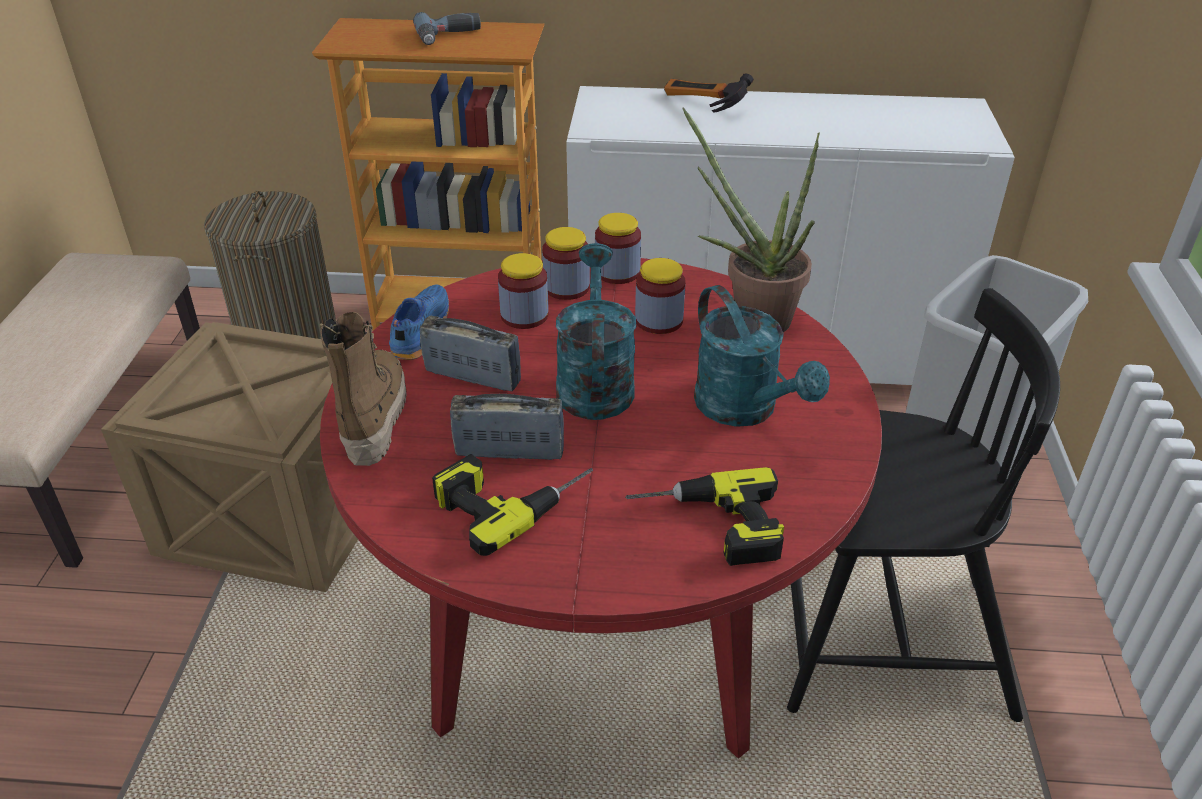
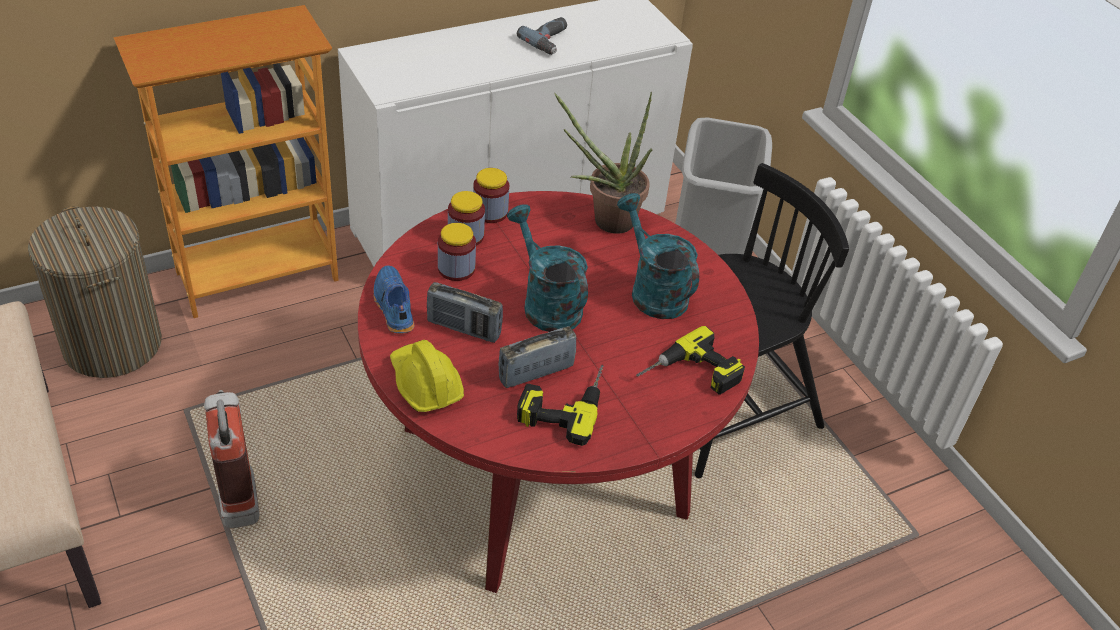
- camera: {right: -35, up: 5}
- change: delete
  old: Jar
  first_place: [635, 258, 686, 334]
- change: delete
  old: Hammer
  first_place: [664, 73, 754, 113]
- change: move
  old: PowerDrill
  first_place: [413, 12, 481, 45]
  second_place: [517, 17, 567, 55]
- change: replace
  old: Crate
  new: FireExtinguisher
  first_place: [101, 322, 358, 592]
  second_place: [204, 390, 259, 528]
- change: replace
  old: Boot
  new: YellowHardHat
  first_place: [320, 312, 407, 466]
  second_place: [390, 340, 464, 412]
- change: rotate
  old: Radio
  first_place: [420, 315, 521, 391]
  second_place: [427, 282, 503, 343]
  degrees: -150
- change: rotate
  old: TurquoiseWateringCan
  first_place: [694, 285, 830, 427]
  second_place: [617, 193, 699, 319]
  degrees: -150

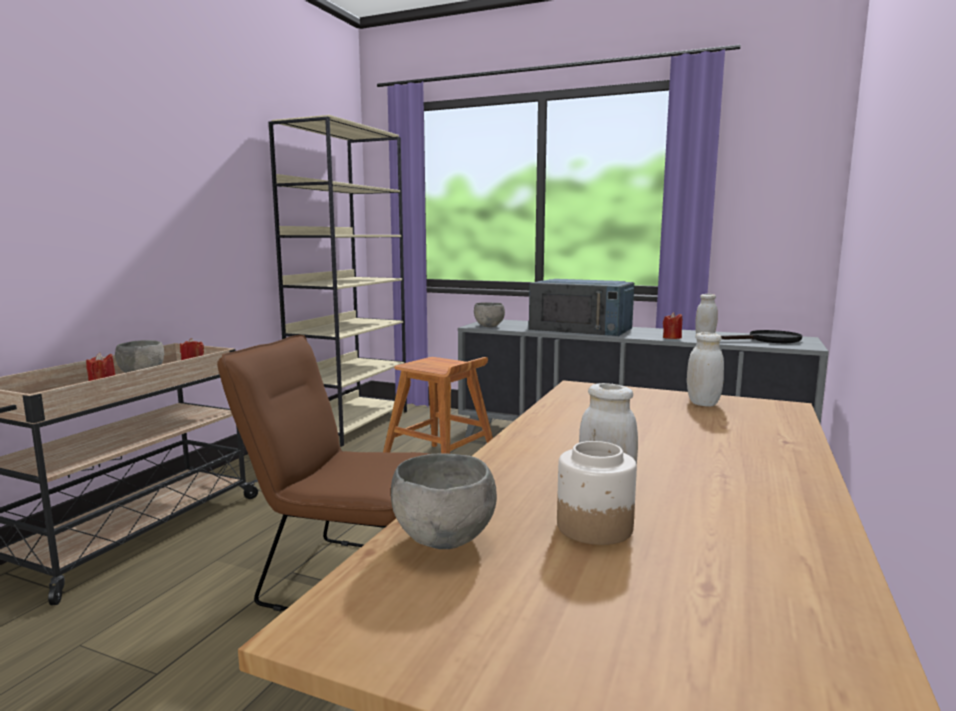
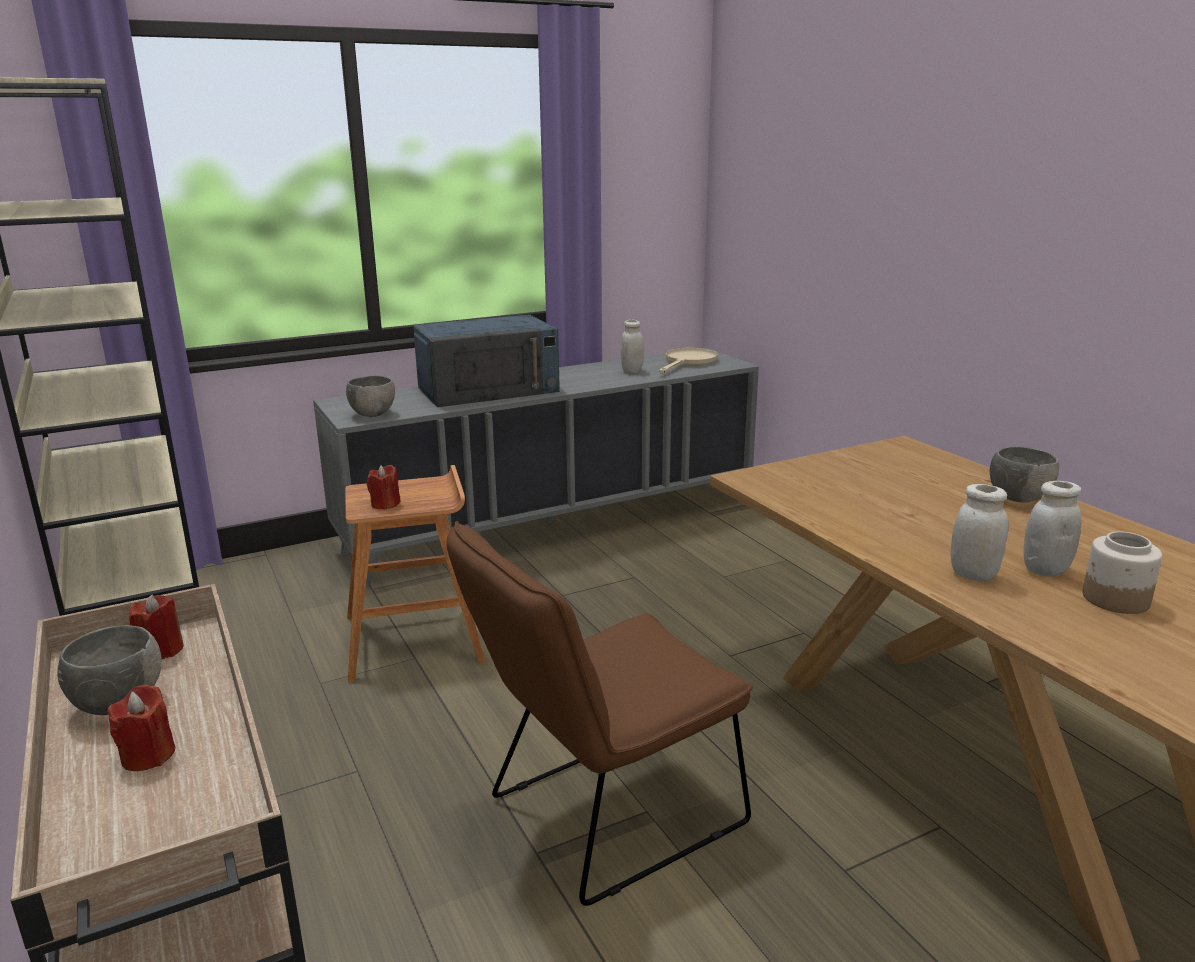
- camera: {right: -50, up: 10}
- change: move
  old: GreyBowl
  first_place: [391, 453, 497, 549]
  second_place: [990, 446, 1059, 503]
- change: move
  old: RedCandle
  first_place: [663, 312, 682, 339]
  second_place: [367, 465, 401, 510]
- change: move
  old: WhiteJar
  first_place: [687, 332, 724, 406]
  second_place: [950, 484, 1009, 582]
- change: recolor
  old: BlackFryingPan
  new: BeigeFryingPan
  first_place: [721, 330, 802, 343]
  second_place: [659, 348, 718, 374]

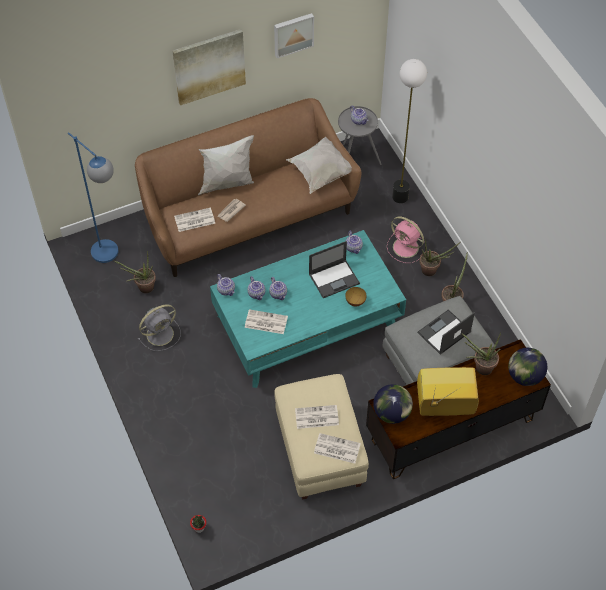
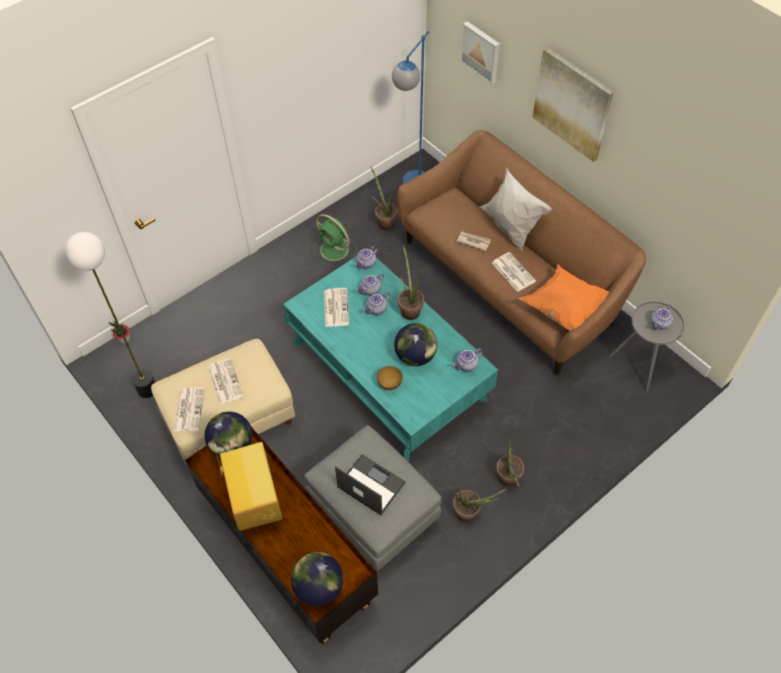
- camera: {right: 75, up: 0}
- change: delete
  old: PinkFan
  first_place: [387, 216, 425, 263]
- change: move
  old: Newspaper
  first_place: [174, 207, 215, 232]
  second_place: [492, 252, 536, 292]
- change: move
  old: Picture
  first_place: [274, 13, 314, 58]
  second_place: [460, 21, 500, 84]
- change: move
  old: FloorLamp
  first_place: [392, 59, 427, 203]
  second_place: [65, 232, 156, 398]
- change: move
  old: PottedPlant
  first_place: [461, 332, 501, 375]
  second_place: [398, 245, 424, 320]
- change: replace
  old: Laptop
  new: Globe
  first_place: [309, 241, 360, 298]
  second_place: [394, 323, 437, 366]
- change: recolor
  old: GreyFan
  new: GreenFan
  first_place: [138, 304, 181, 351]
  second_place: [314, 214, 357, 267]
- change: recolor
  old: WhitePillow
  new: OrangePillow
  first_place: [286, 137, 352, 194]
  second_place: [518, 265, 609, 331]

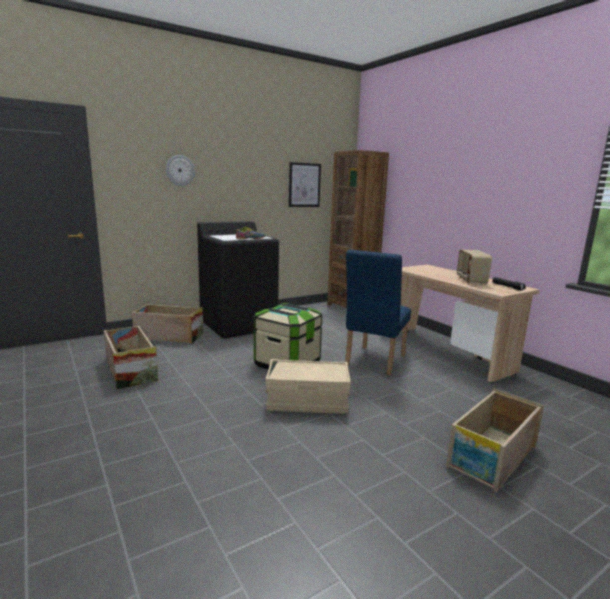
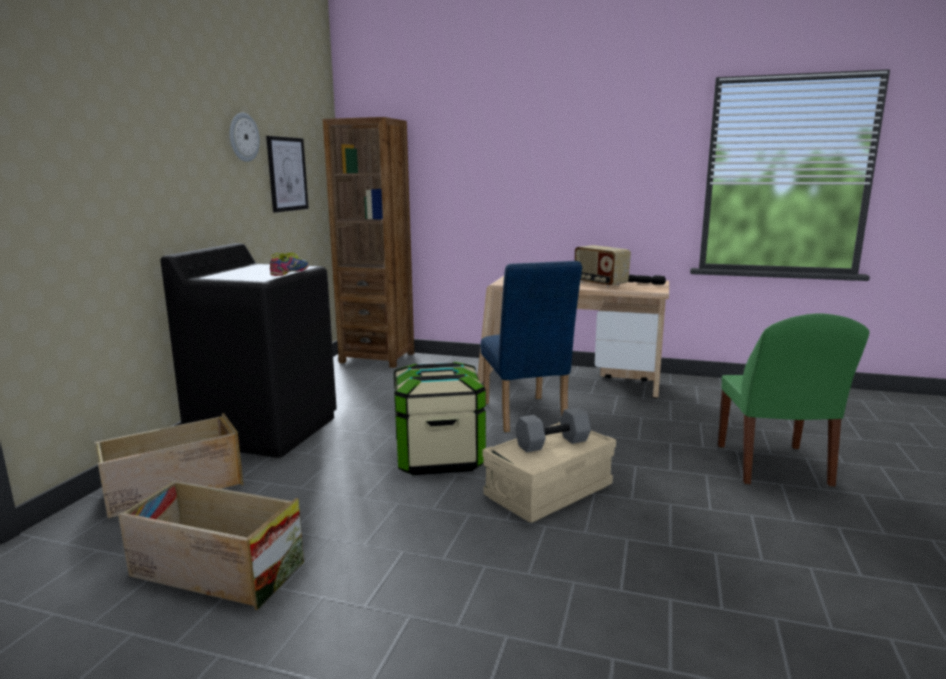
- camera: {right: -40, up: 0}
- change: insert
  new: GreyDumbbell
  second_place: [515, 407, 591, 453]
- change: move
  old: WallClock
  first_place: [166, 155, 195, 186]
  second_place: [230, 113, 260, 162]
- change: replace
  old: Crate
  new: GreenChair
  first_place: [446, 388, 544, 493]
  second_place: [718, 313, 869, 486]

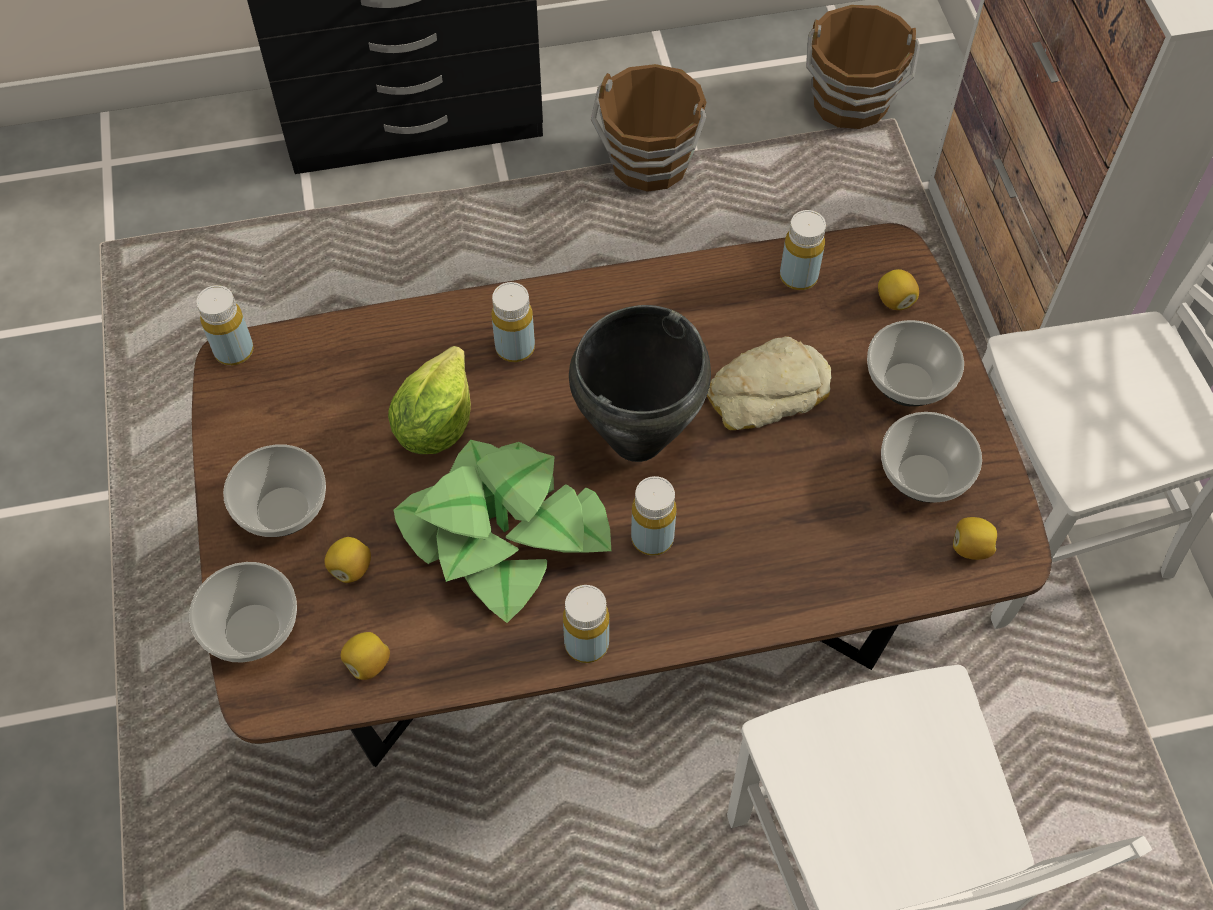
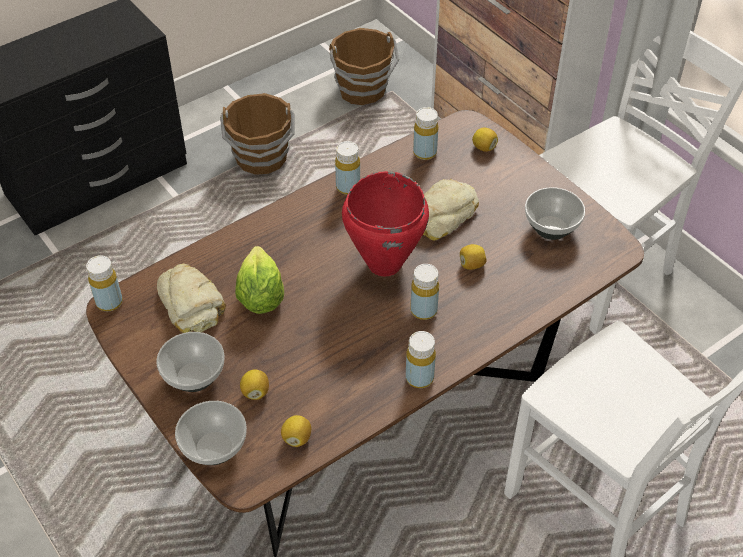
- camera: {right: -25, up: -10}
- change: delete
  old: PottedPlant
  first_place: [394, 440, 611, 623]
- change: delete
  old: Bowl
  first_place: [867, 320, 964, 406]
- change: insert
  new: Bread
  second_place: [157, 264, 226, 333]
- change: move
  old: YellowBottle
  first_place: [492, 282, 535, 362]
  second_place: [335, 141, 360, 195]
- change: move
  old: Lemon
  first_place: [953, 517, 997, 560]
  second_place: [460, 244, 487, 270]
- change: recolor
  old: BlackCookingPot
  new: RedCookingPot
  first_place: [569, 305, 711, 462]
  second_place: [342, 171, 429, 276]

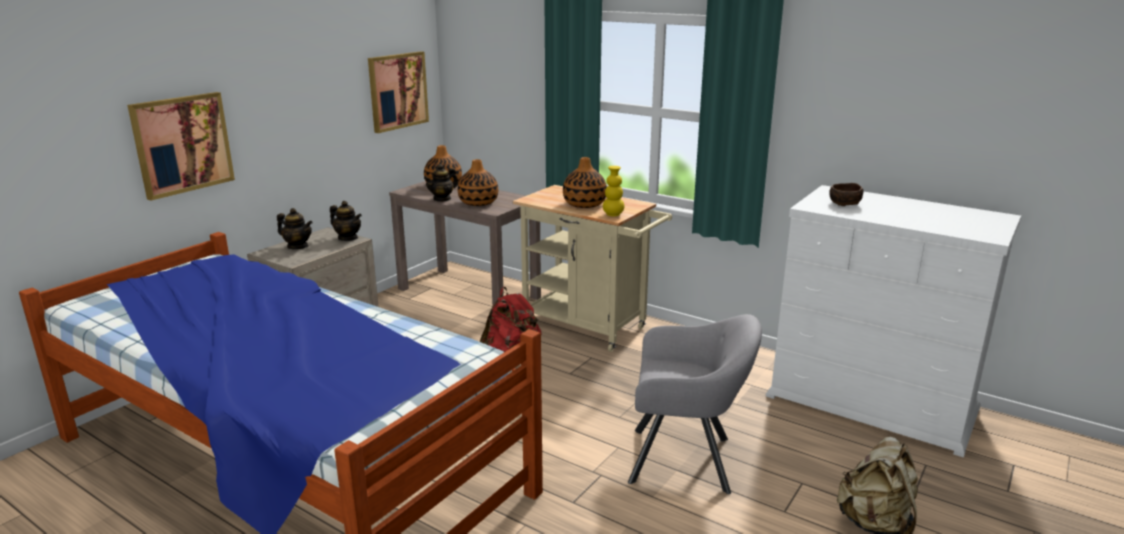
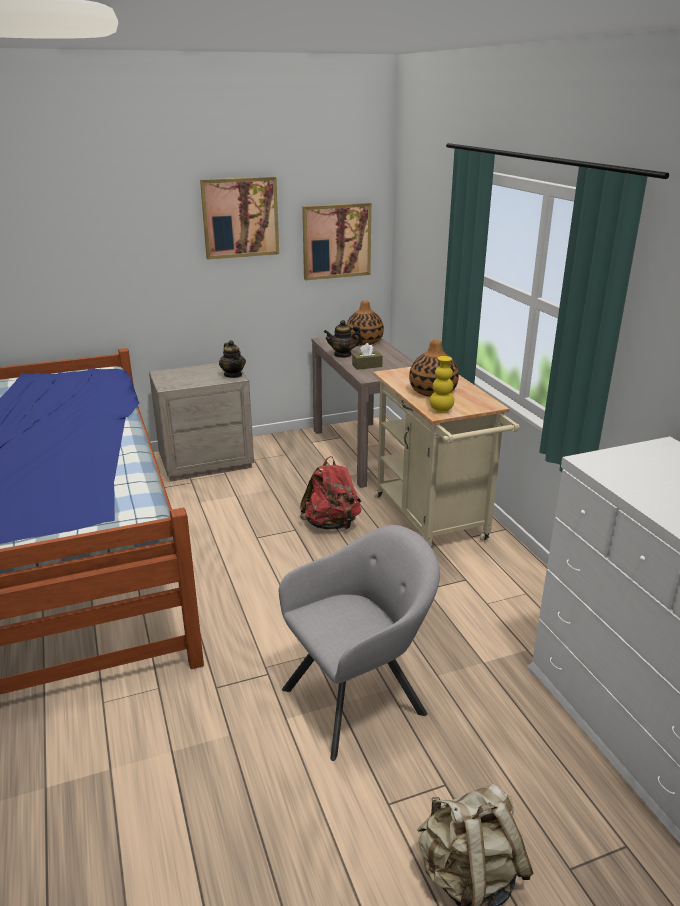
- camera: {right: 35, up: 5}
- change: delete
  old: Teapot
  first_place: [277, 208, 313, 249]
- change: delete
  old: BrownBowl
  first_place: [829, 183, 863, 206]
- change: move
  old: Picture
  first_place: [127, 92, 235, 201]
  second_place: [200, 177, 279, 260]
- change: replace
  old: Vase
  new: BrownTissueBox
  first_place: [458, 159, 498, 206]
  second_place: [352, 343, 383, 370]
- change: rotate
  old: GreyArmchair
  first_place: [628, 314, 762, 494]
  second_place: [279, 525, 440, 761]
  degrees: -75

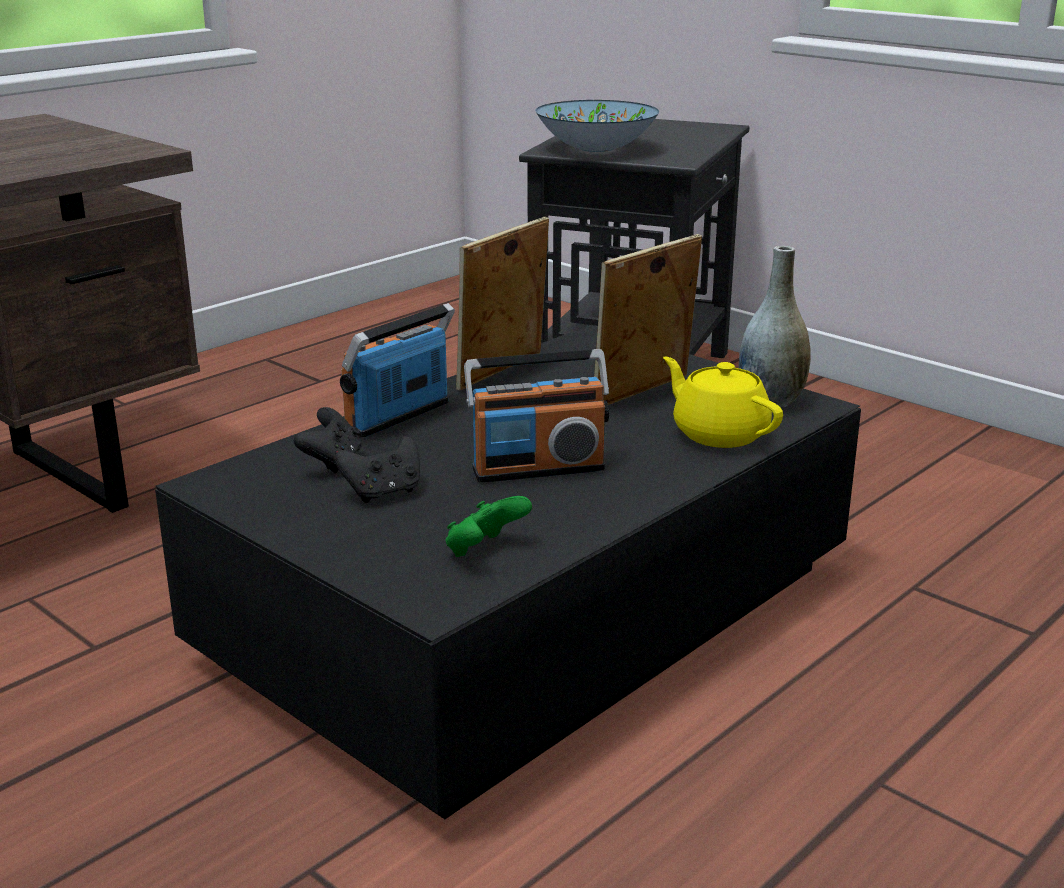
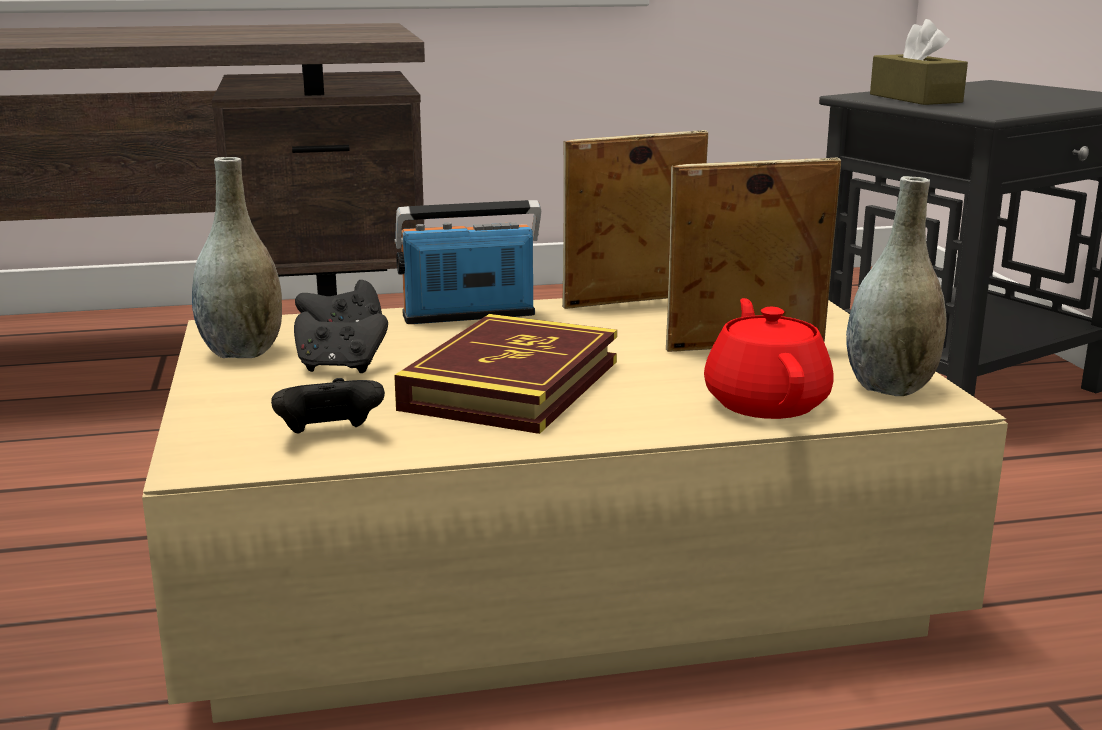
- camera: {right: 35, up: -5}
- change: insert
  new: GreyVase
  second_place: [192, 157, 282, 358]
- change: replace
  old: Radio
  new: Book
  first_place: [464, 349, 609, 483]
  second_place: [394, 314, 617, 434]
- change: replace
  old: Bowl
  new: BrownTissueBox
  first_place: [535, 100, 659, 152]
  second_place: [870, 19, 968, 105]
- change: recolor
  old: BlackCoffeeTable
  new: BeigeCoffeeTable
  first_place: [155, 325, 861, 819]
  second_place: [142, 298, 1008, 723]
- change: recolor
  old: GreenGameController
  new: BlackGameController
  first_place: [446, 496, 532, 557]
  second_place: [271, 378, 385, 434]
- change: recolor
  old: YellowTeapot
  new: RedTeapot
  first_place: [663, 357, 783, 448]
  second_place: [704, 298, 834, 419]

